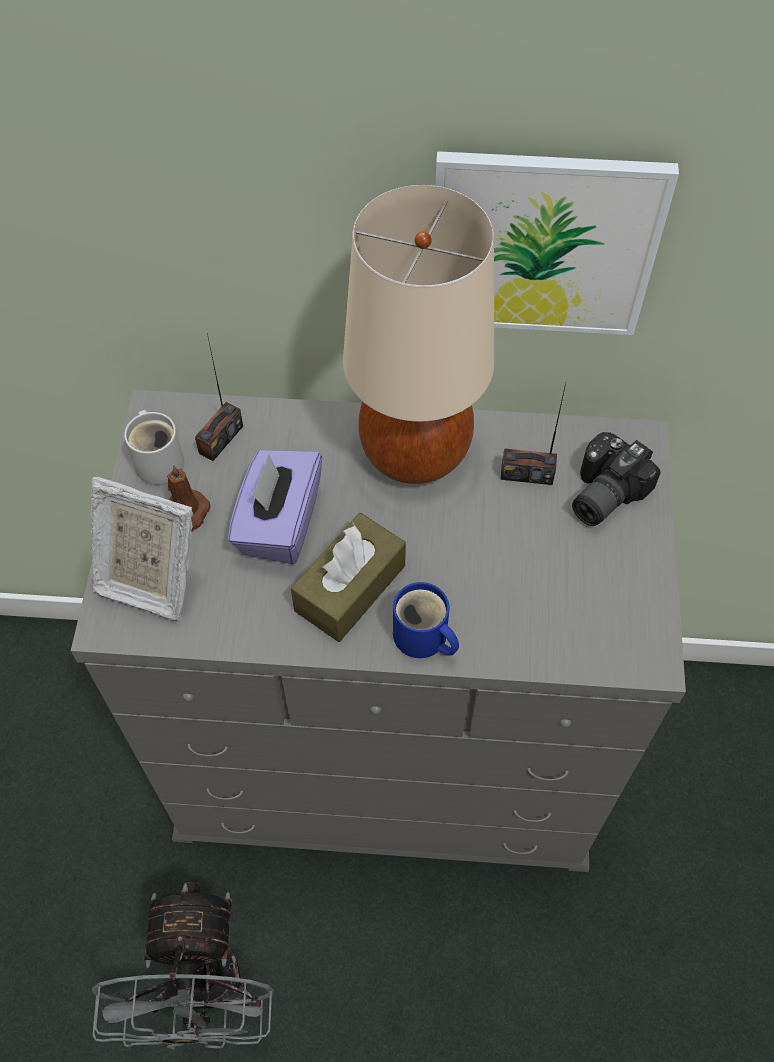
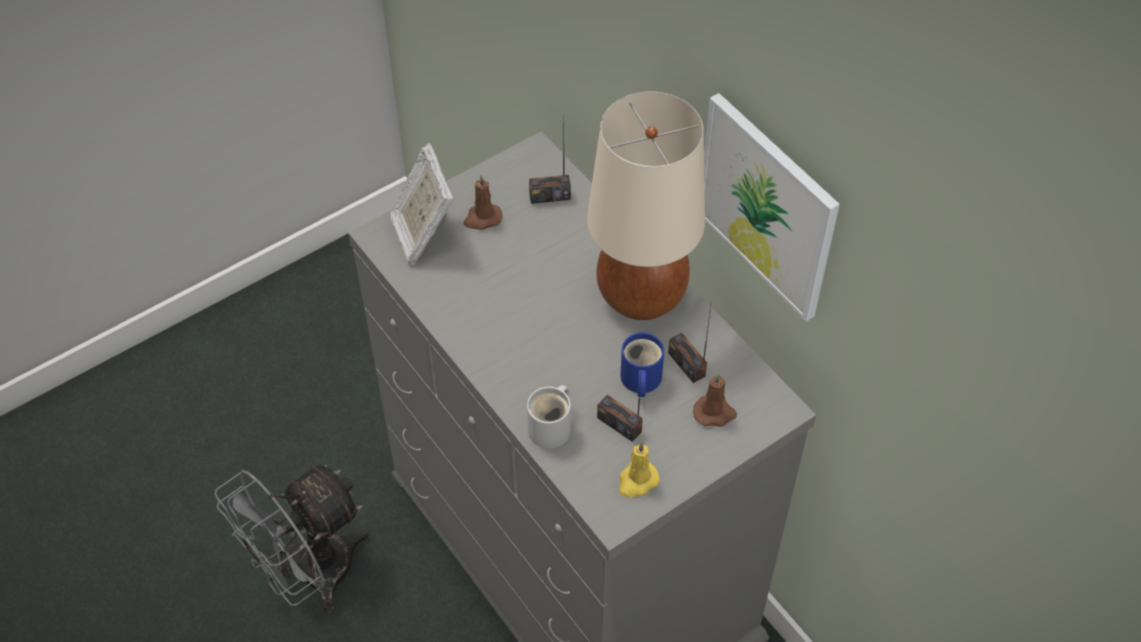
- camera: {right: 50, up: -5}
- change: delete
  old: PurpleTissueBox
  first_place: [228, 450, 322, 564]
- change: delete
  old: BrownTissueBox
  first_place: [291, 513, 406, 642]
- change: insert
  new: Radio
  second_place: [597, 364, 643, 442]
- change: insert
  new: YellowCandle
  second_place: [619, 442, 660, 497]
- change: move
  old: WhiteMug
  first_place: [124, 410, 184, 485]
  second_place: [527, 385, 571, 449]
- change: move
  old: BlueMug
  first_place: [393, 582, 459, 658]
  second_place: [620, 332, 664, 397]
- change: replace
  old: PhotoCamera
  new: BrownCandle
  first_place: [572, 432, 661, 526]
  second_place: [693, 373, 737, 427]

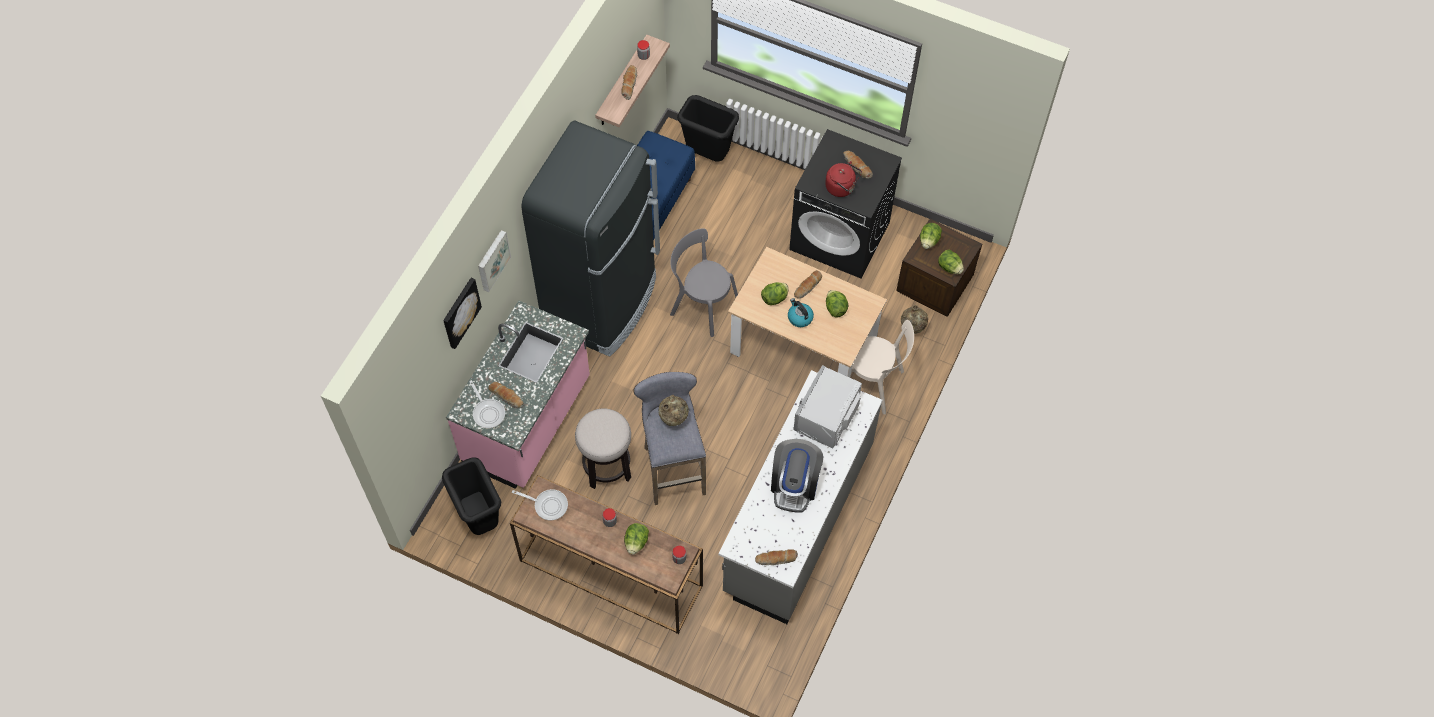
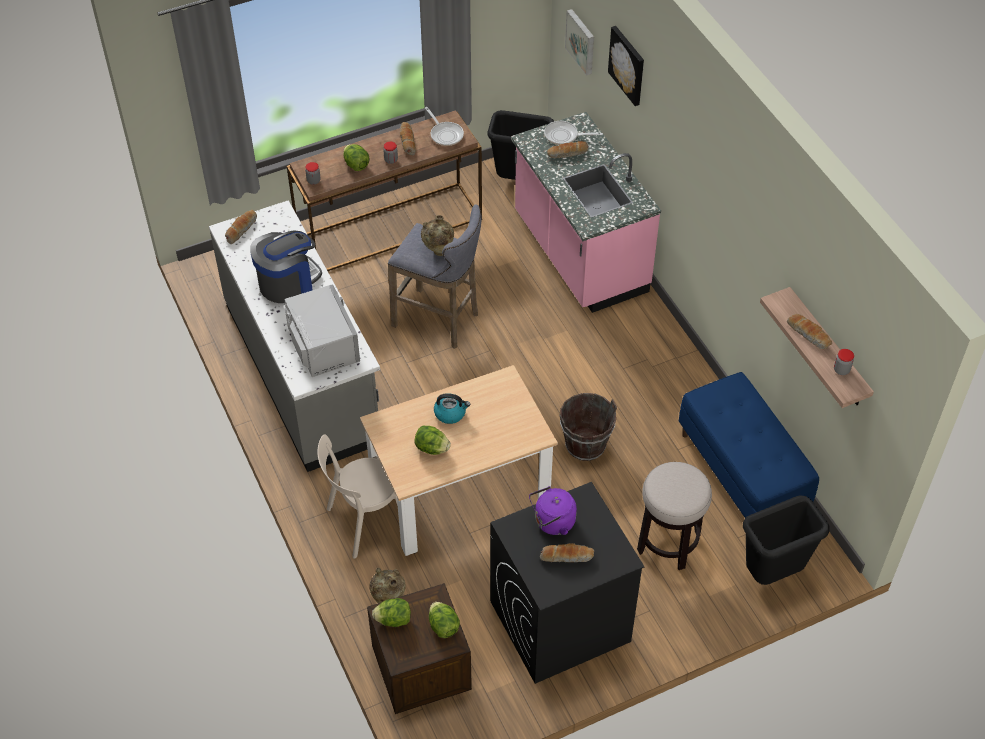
- camera: {right: 130, up: -10}
- change: delete
  old: BlackFridge
  first_place: [522, 121, 660, 357]
- change: delete
  old: Lettuce
  first_place: [761, 282, 789, 305]
- change: move
  old: Picture
  first_place: [478, 230, 511, 292]
  second_place: [565, 9, 594, 76]
- change: move
  old: Stool
  first_place: [575, 409, 631, 489]
  second_place: [637, 462, 712, 570]
- change: move
  old: Bread
  first_place: [794, 270, 822, 299]
  second_place: [400, 122, 416, 155]
- change: replace
  old: GreyChair
  new: BrownBucket
  first_place: [670, 228, 738, 337]
  second_place: [559, 393, 617, 461]
- change: recolor
  old: RedKettle
  new: PurpleKettle
  first_place: [825, 161, 862, 197]
  second_place: [529, 486, 577, 535]
- change: rotate
  old: FryingPan
  first_place: [512, 489, 568, 521]
  second_place: [425, 107, 464, 146]
  degrees: -90
- change: rotate
  old: CoffeeMachine
  first_place: [771, 439, 823, 513]
  second_place: [250, 231, 322, 303]
  degrees: 90

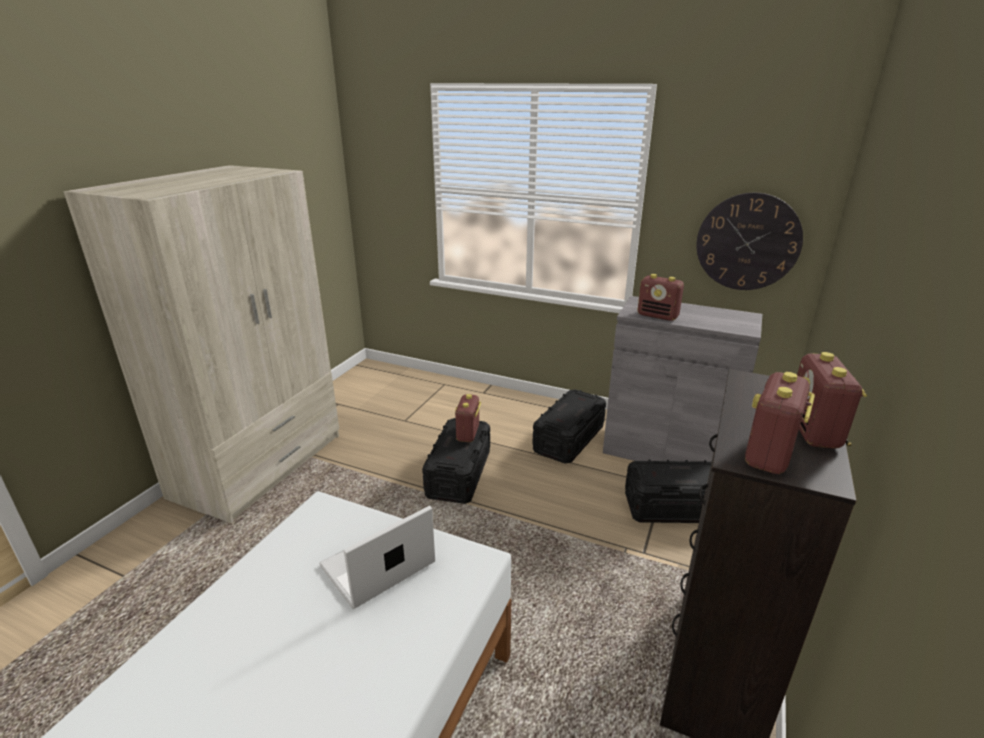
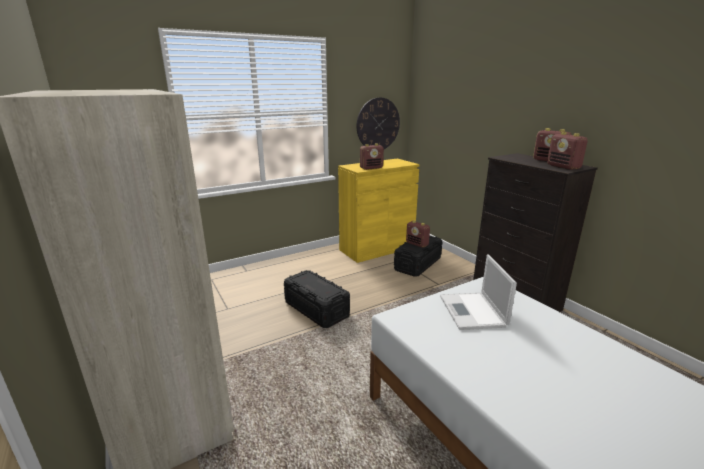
- camera: {right: -55, up: -5}
- change: delete
  old: BlackStorageBox
  first_place: [532, 390, 606, 463]
- change: move
  old: Radio
  first_place: [455, 394, 481, 442]
  second_place: [406, 220, 430, 248]
- change: recolor
  old: GreyCabinet
  new: YellowCabinet
  first_place: [603, 296, 762, 462]
  second_place: [338, 158, 420, 263]

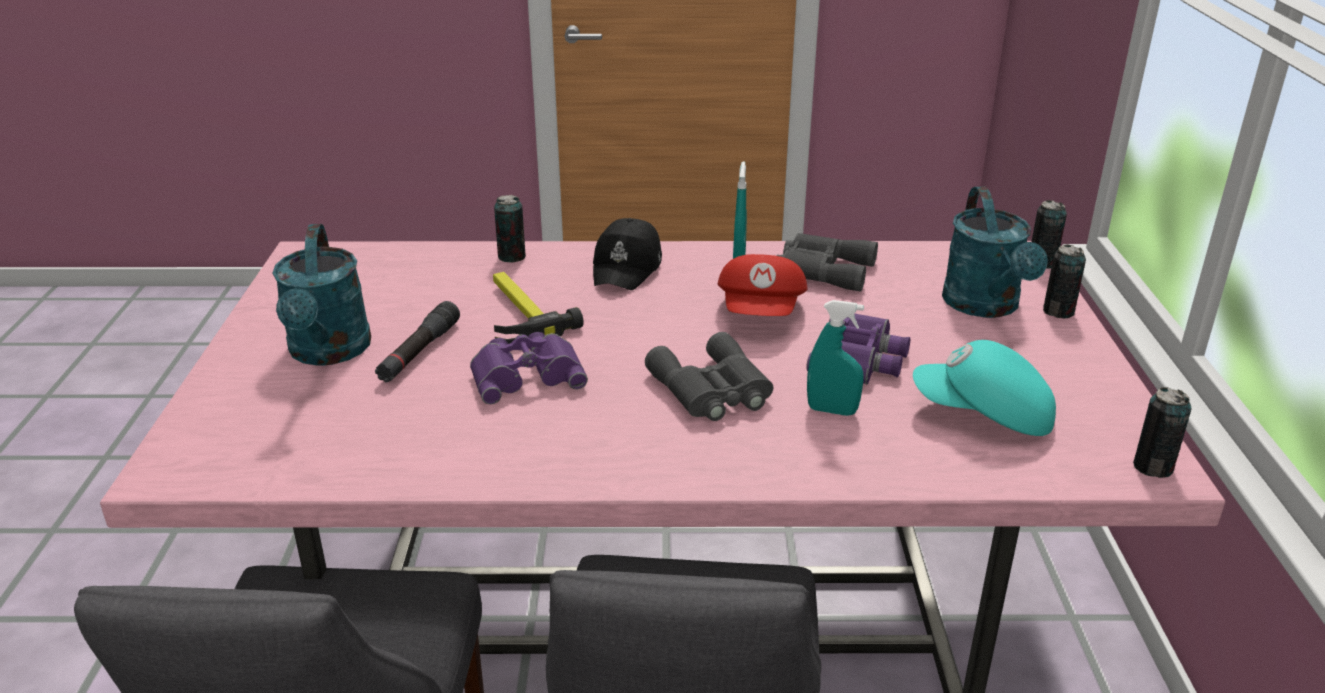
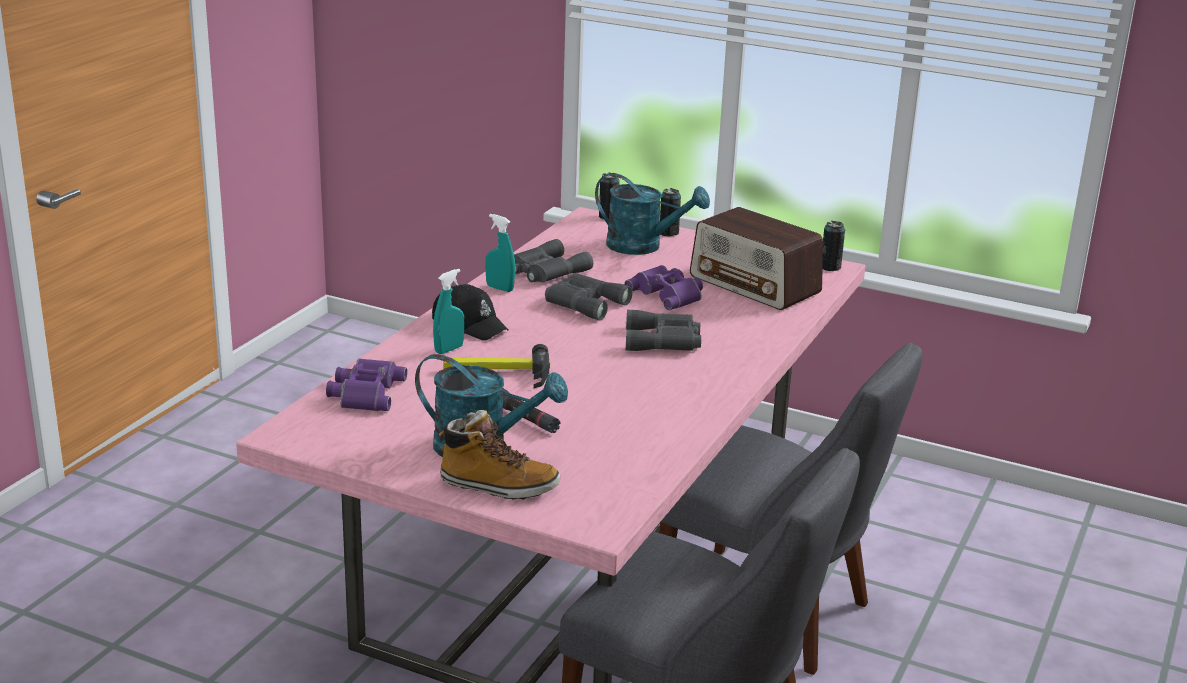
- camera: {right: -65, up: -5}
- change: delete
  old: Can
  first_place: [494, 195, 526, 263]
- change: insert
  new: Boot
  second_place: [439, 410, 560, 500]
- change: move
  old: PurpleBinoculars
  first_place: [470, 332, 588, 404]
  second_place: [326, 358, 407, 411]
- change: move
  old: TurquoiseSprayBottle
  first_place: [807, 300, 864, 416]
  second_place: [433, 269, 465, 354]
- change: replace
  old: RedCap
  new: GreyBinoculars
  first_place: [718, 254, 807, 316]
  second_place: [545, 273, 633, 321]
- change: replace
  old: TurquoiseCap
  new: Radio
  first_place: [913, 340, 1056, 436]
  second_place: [690, 207, 823, 310]

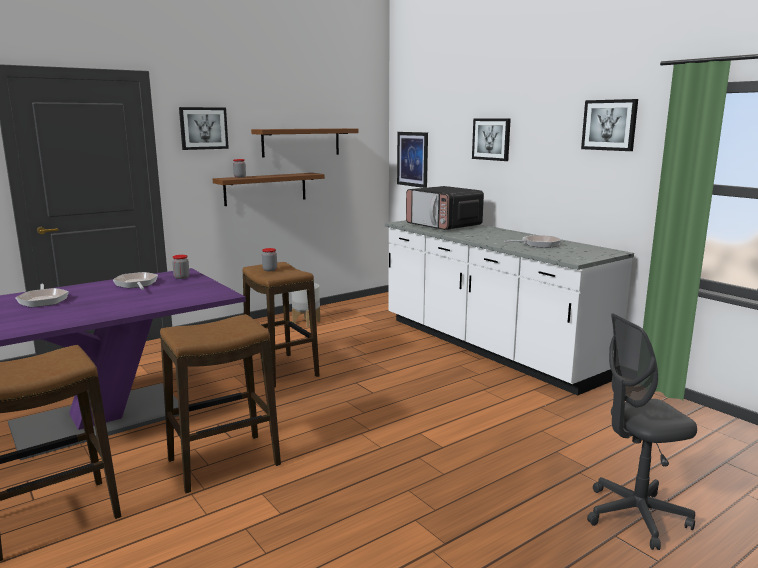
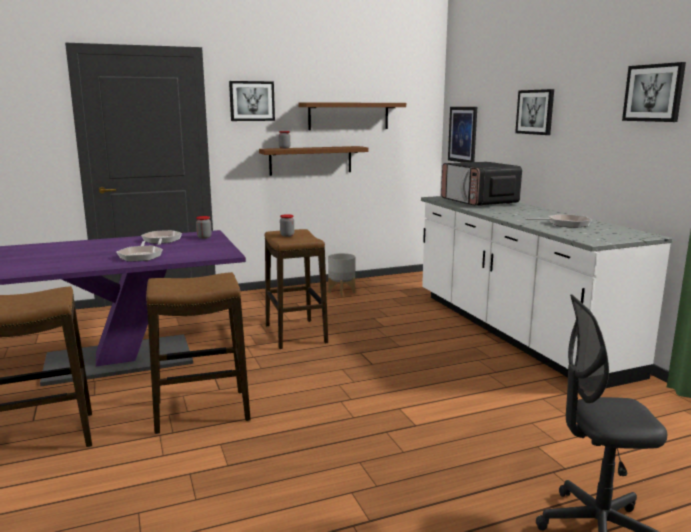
- camera: {right: 15, up: 0}
- change: move
  old: FryingPan
  first_place: [15, 284, 69, 307]
  second_place: [117, 241, 163, 262]

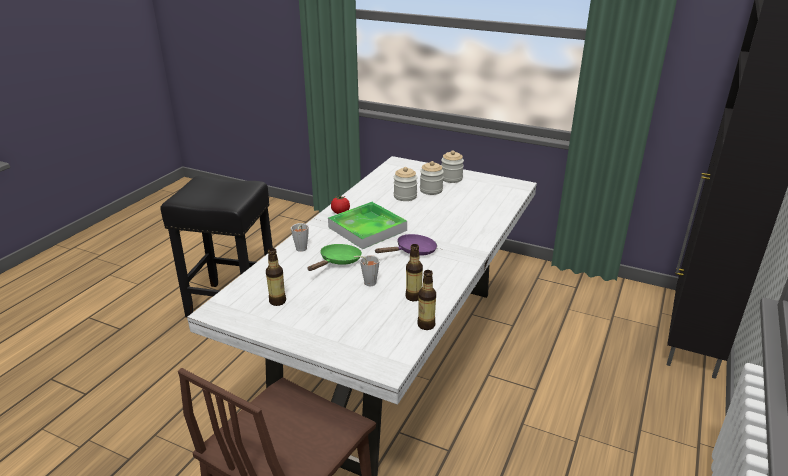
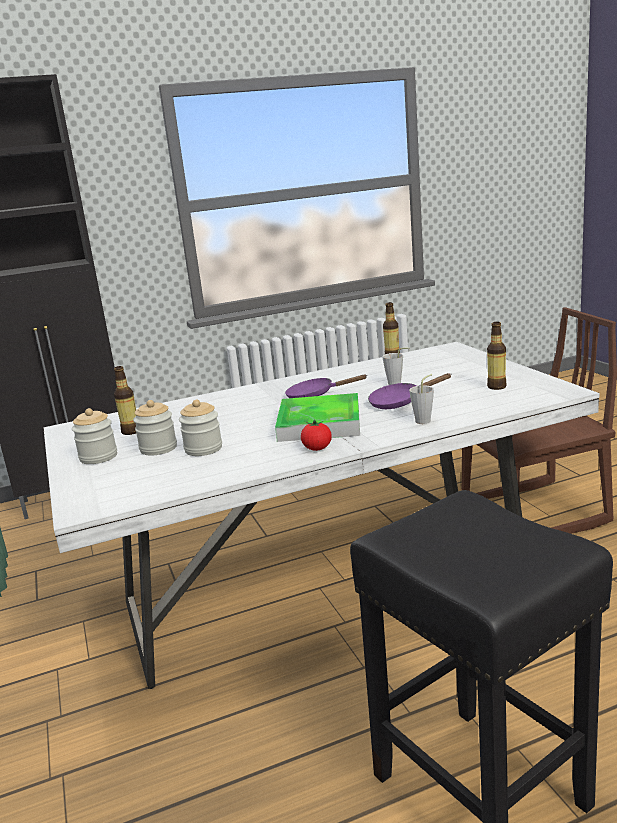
- camera: {right: -135, up: -10}
- change: move
  old: Bottle
  first_place: [405, 244, 423, 301]
  second_place: [114, 366, 136, 435]
- change: recolor
  old: GreenFryingPan
  new: PurpleFryingPan
  first_place: [307, 244, 362, 271]
  second_place: [368, 373, 452, 409]

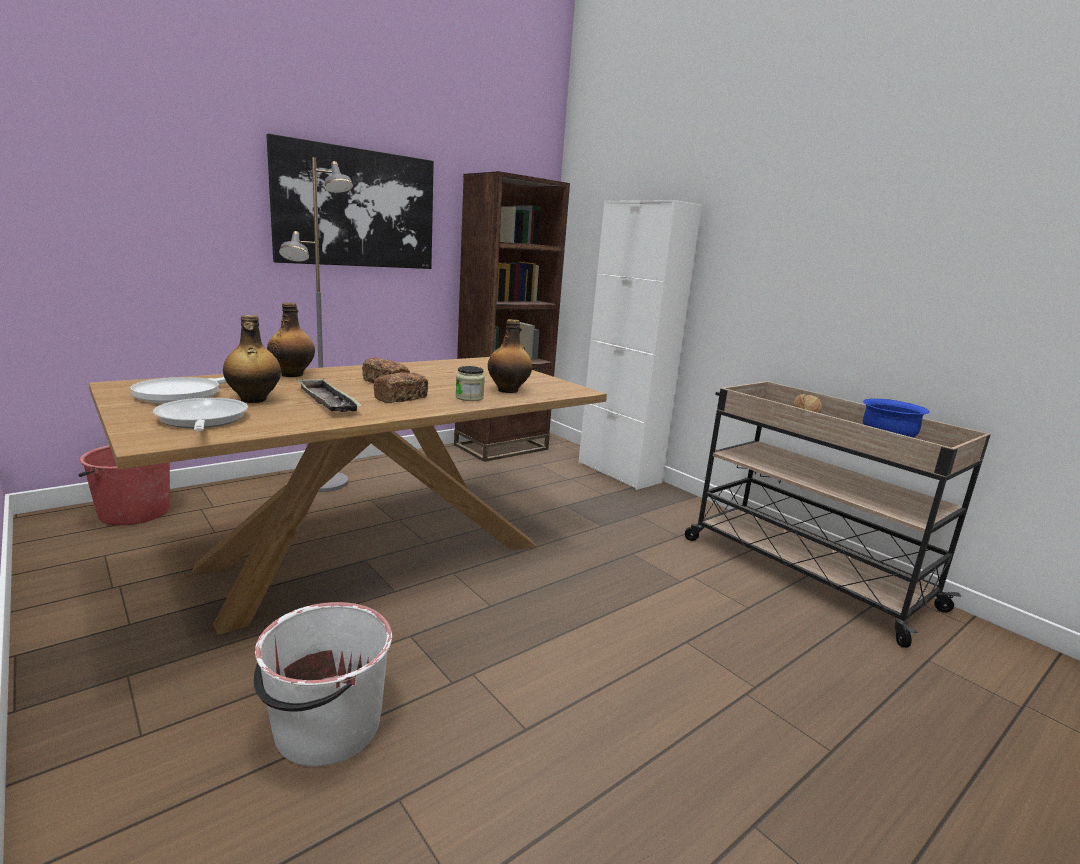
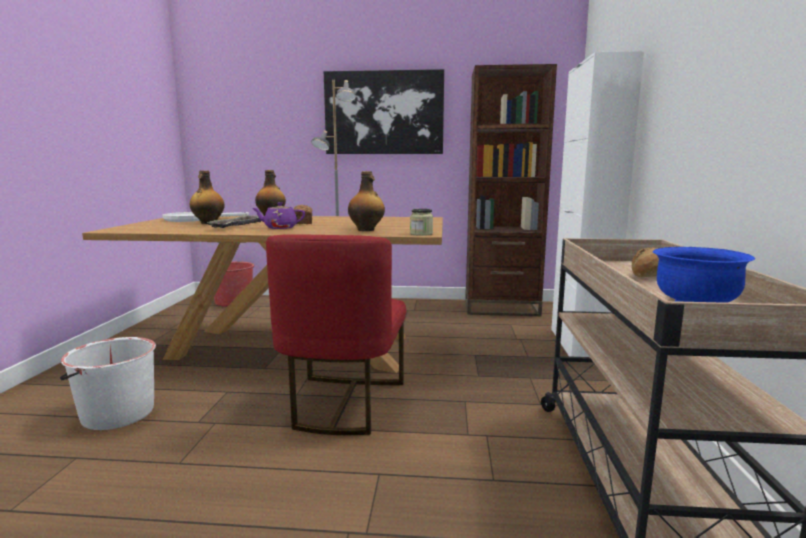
- camera: {right: 45, up: -5}
- change: delete
  old: FryingPan
  first_place: [153, 398, 248, 431]
- change: insert
  new: RedChair
  second_place: [266, 234, 406, 435]
- change: move
  old: Jar
  first_place: [456, 366, 485, 401]
  second_place: [410, 209, 433, 236]
- change: replace
  old: Bread
  new: PurpleTeapot
  first_place: [373, 372, 428, 403]
  second_place: [252, 202, 305, 229]

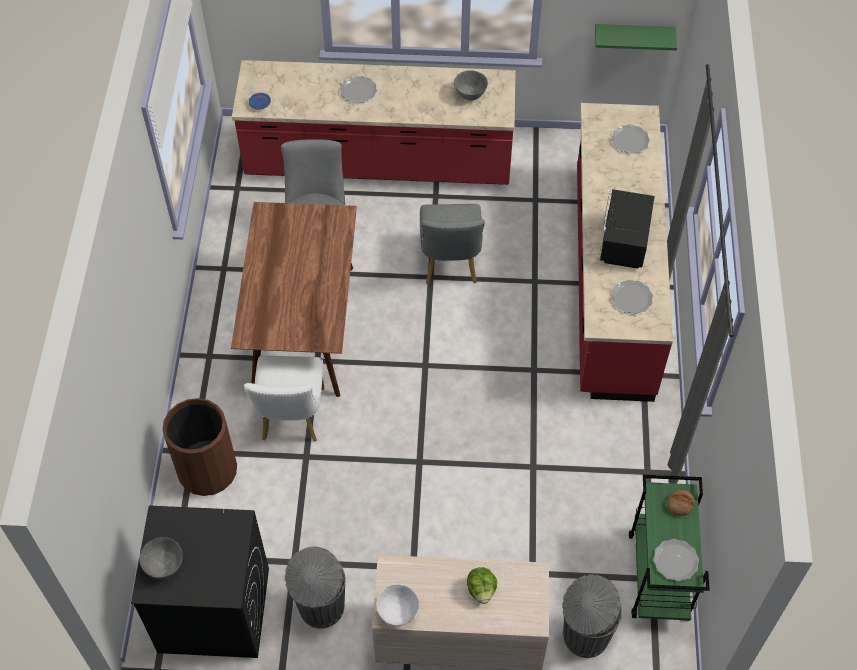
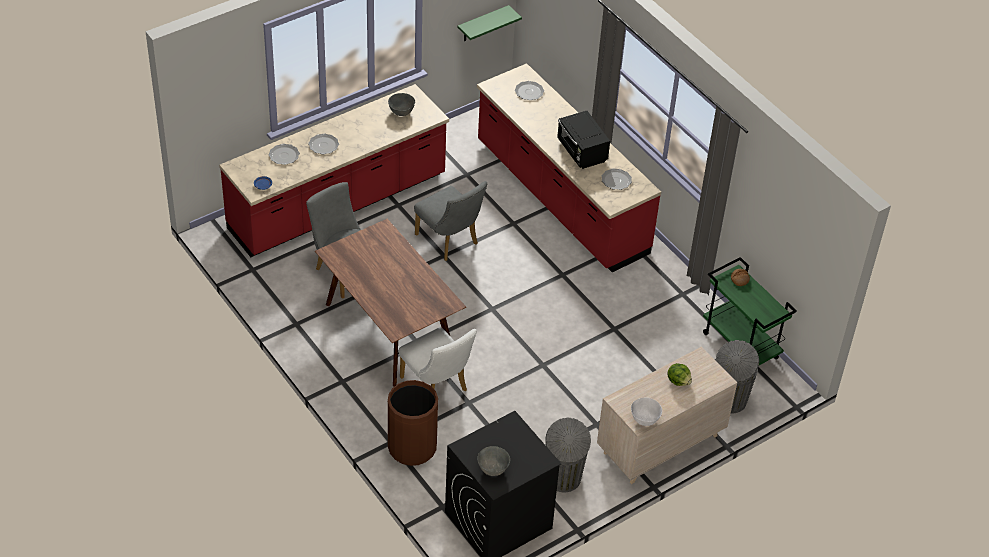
- camera: {right: -40, up: -10}
- change: move
  old: Plate
  first_place: [653, 539, 699, 581]
  second_place: [269, 144, 300, 165]

